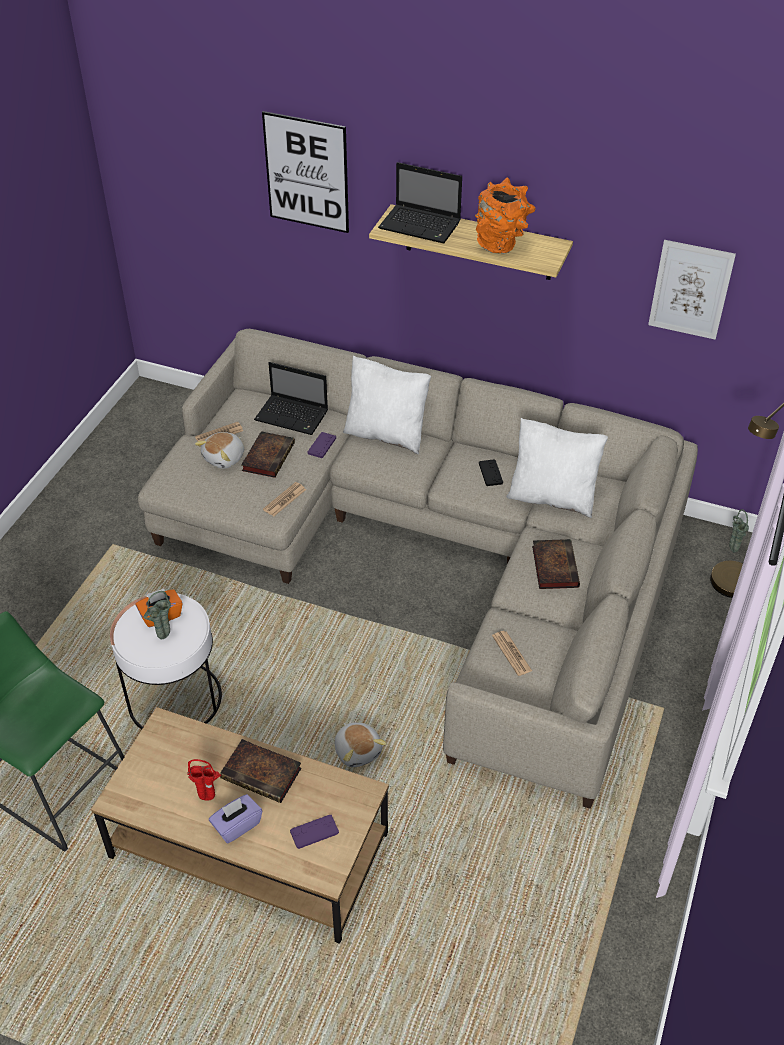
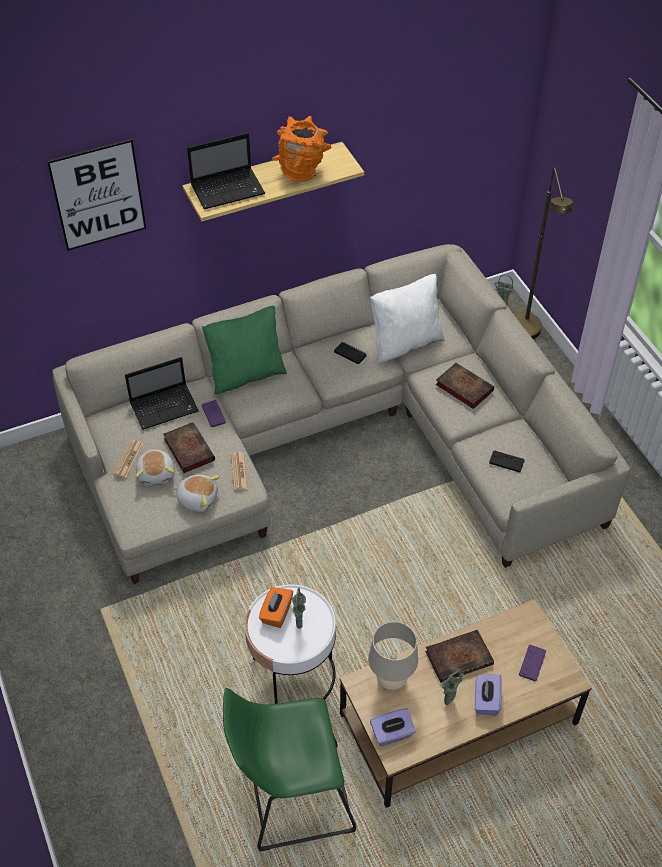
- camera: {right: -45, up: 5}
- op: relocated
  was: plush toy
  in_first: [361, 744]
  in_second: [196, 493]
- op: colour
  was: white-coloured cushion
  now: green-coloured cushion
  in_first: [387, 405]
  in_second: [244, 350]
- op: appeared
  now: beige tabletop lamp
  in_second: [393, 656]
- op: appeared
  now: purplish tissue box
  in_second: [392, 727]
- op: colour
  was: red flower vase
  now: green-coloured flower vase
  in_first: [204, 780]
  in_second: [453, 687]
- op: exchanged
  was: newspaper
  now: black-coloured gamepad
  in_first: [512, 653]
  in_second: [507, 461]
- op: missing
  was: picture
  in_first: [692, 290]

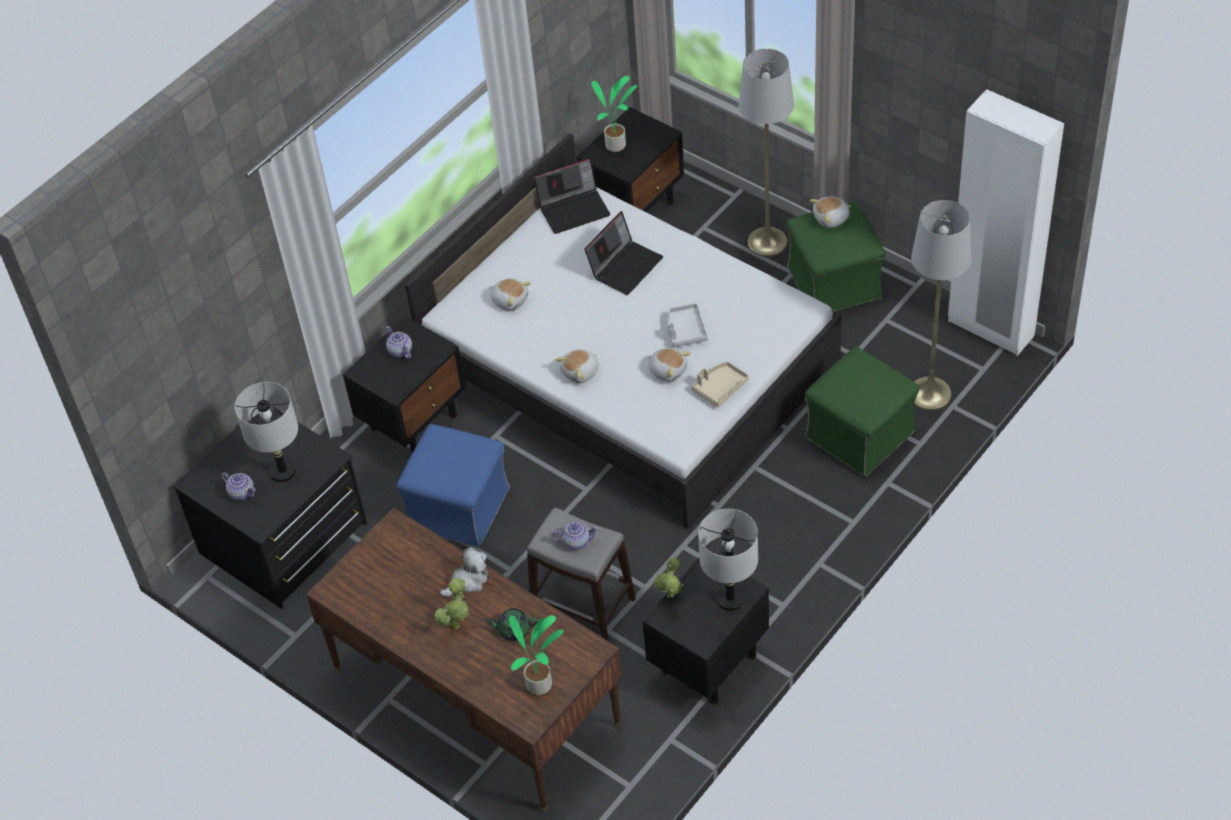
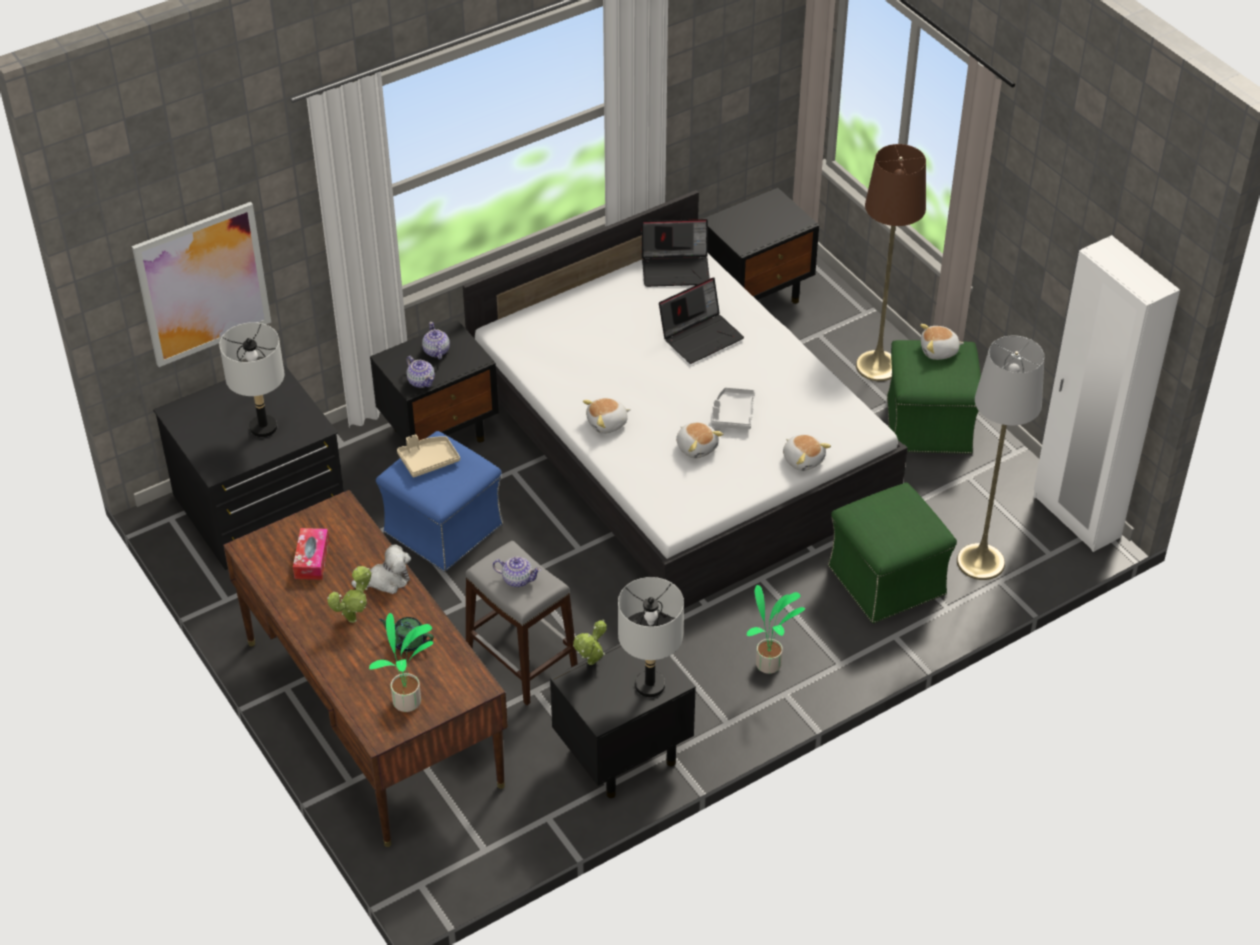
- camera: {right: 15, up: -5}
- op: appeared
  now: picture
  in_second: [201, 284]
- op: appeared
  now: tissue box
  in_second: [311, 554]
- op: relocated
  was: beige tray
  in_first: [720, 384]
  in_second: [428, 455]
- op: relocated
  was: teapot
  in_first: [238, 487]
  in_second: [421, 372]
- op: relocated
  was: potted plant
  in_first: [614, 114]
  in_second: [776, 629]
- op: relocated
  was: plush toy
  in_first: [511, 294]
  in_second: [807, 452]
- op: colour
  was: grey floor lamp
  now: brown-coloured floor lamp
  in_first: [766, 153]
  in_second: [891, 262]

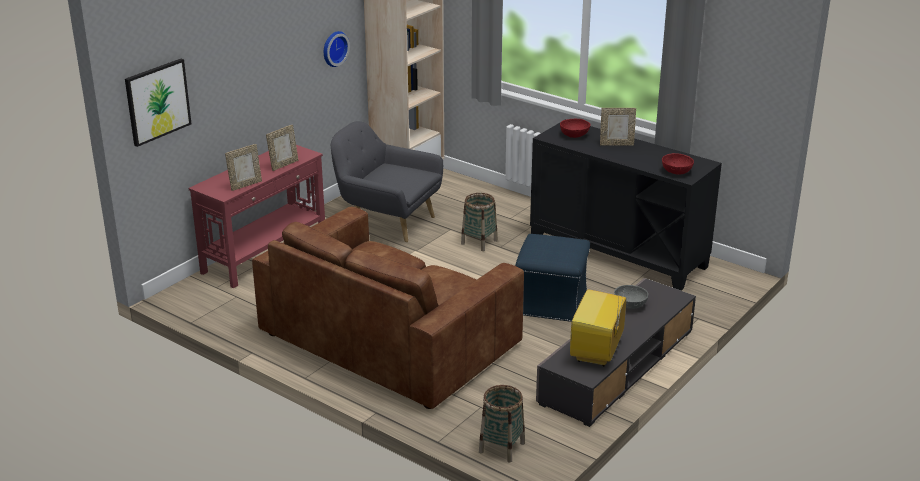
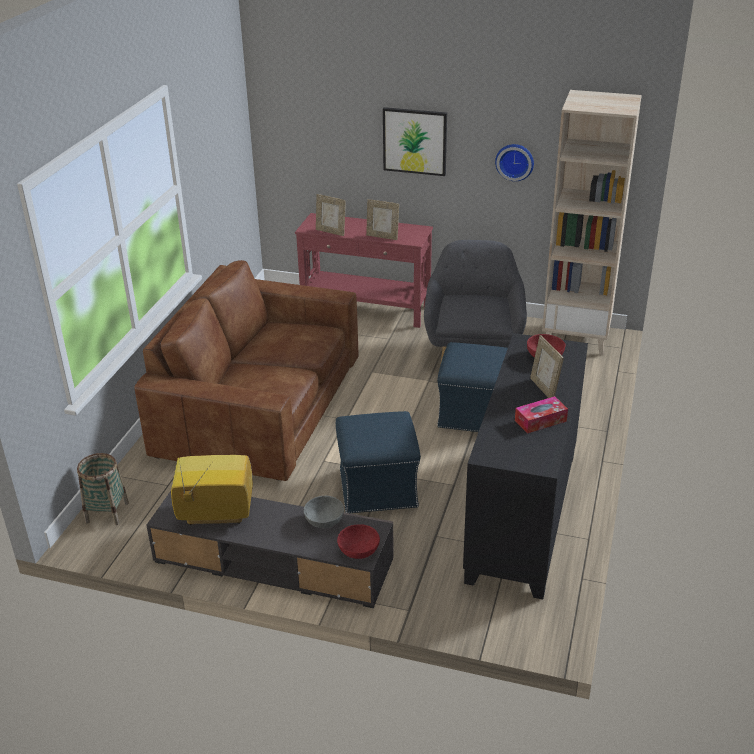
- camera: {right: 70, up: 5}
- op: relocated
  was: red serving bowl
  in_first: [678, 164]
  in_second: [358, 541]
- op: relocated
  was: picture
  in_first: [158, 103]
  in_second: [415, 141]
- op: exchanged
  was: basket
  now: blue-coloured pouffe
  in_first: [479, 222]
  in_second: [472, 387]
- op: appeared
  now: tissue box
  in_second: [541, 415]

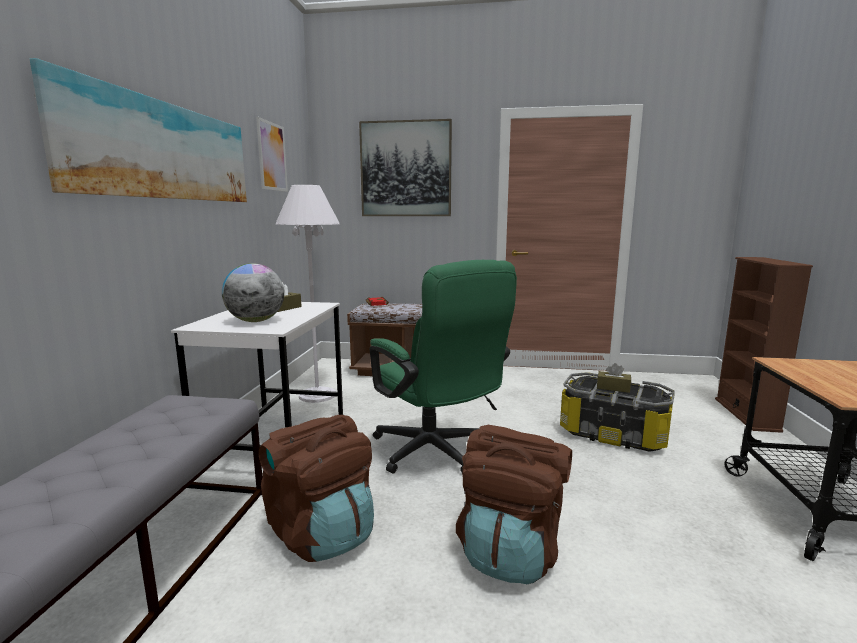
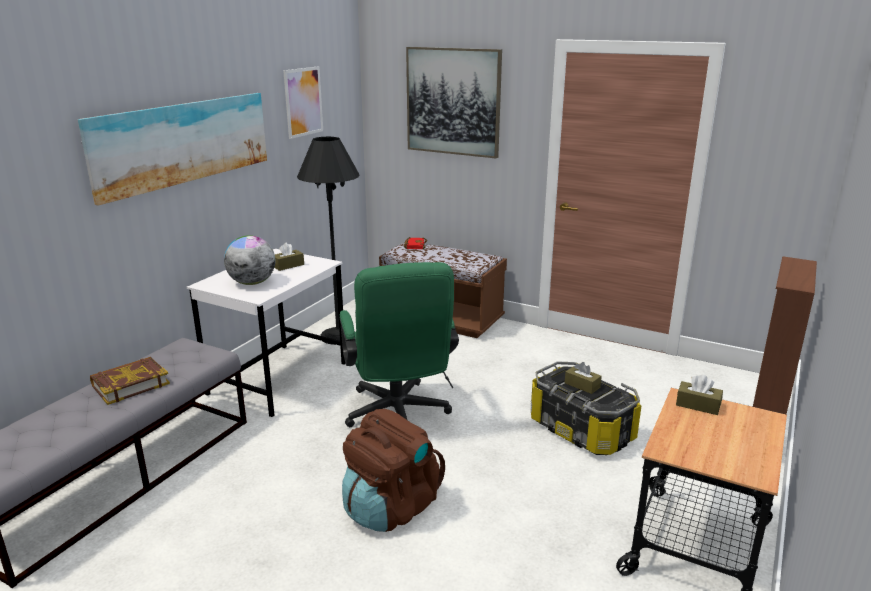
- camera: {right: 20, up: 10}
- op: appeared
  now: volume
  in_second: [130, 381]
- op: colour
  was: white-coloured floor lamp
  now: black-coloured floor lamp
  in_first: [307, 294]
  in_second: [328, 241]
- op: appeared
  now: brown-coloured tissue box
  in_second: [699, 395]
- op: missing
  was: brown-coloured rucksack
  in_first: [316, 488]

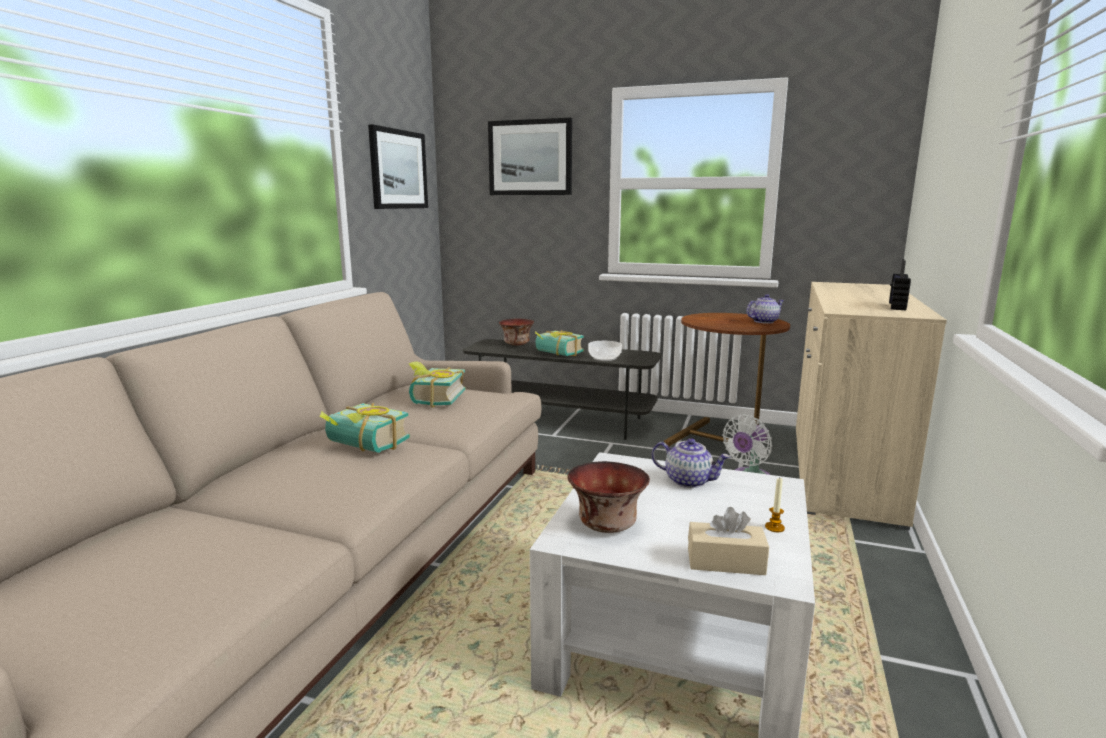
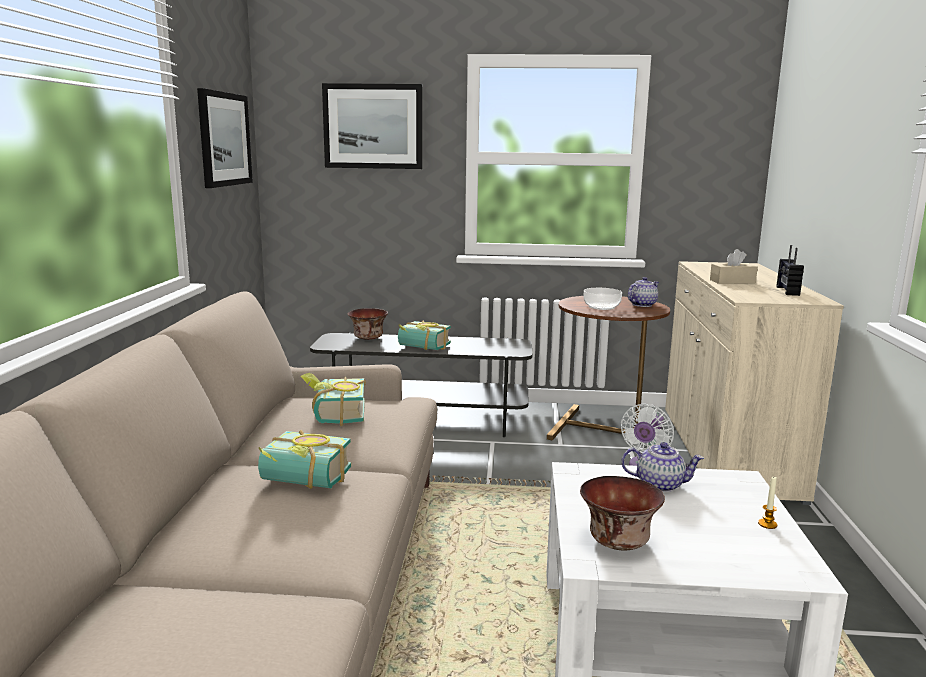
- camera: {right: -15, up: 0}
- op: relocated
  was: serving bowl
  in_first: [605, 351]
  in_second: [603, 299]
- op: relocated
  was: beige tissue box
  in_first: [728, 541]
  in_second: [734, 266]

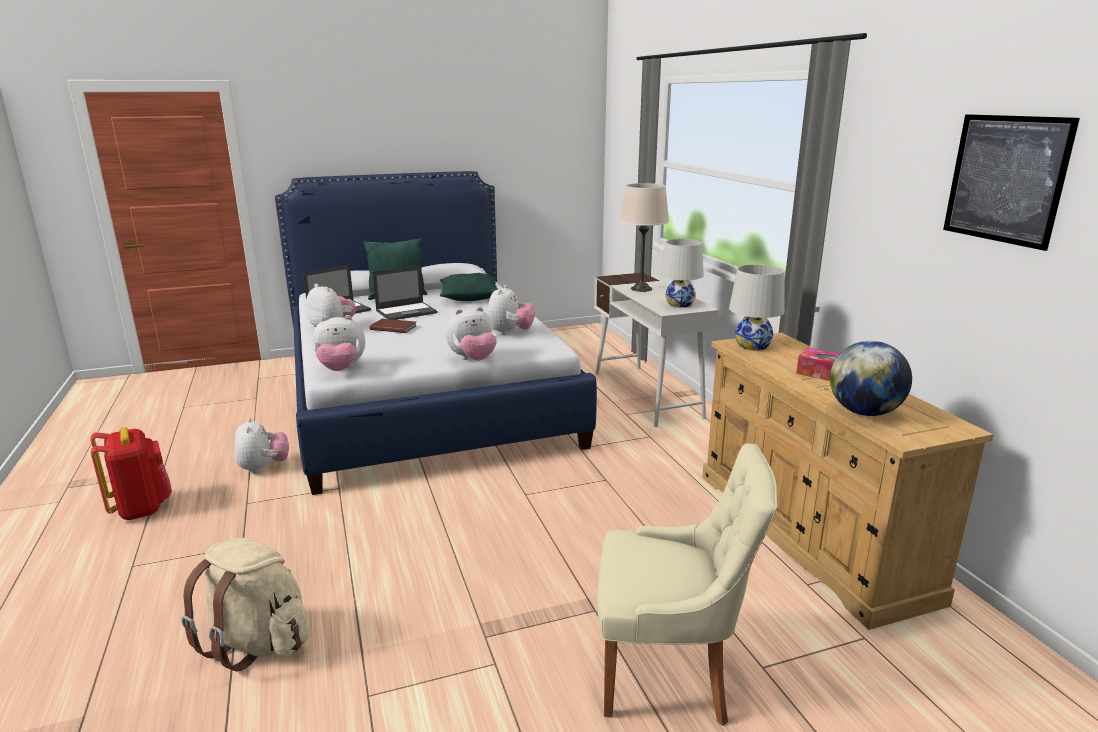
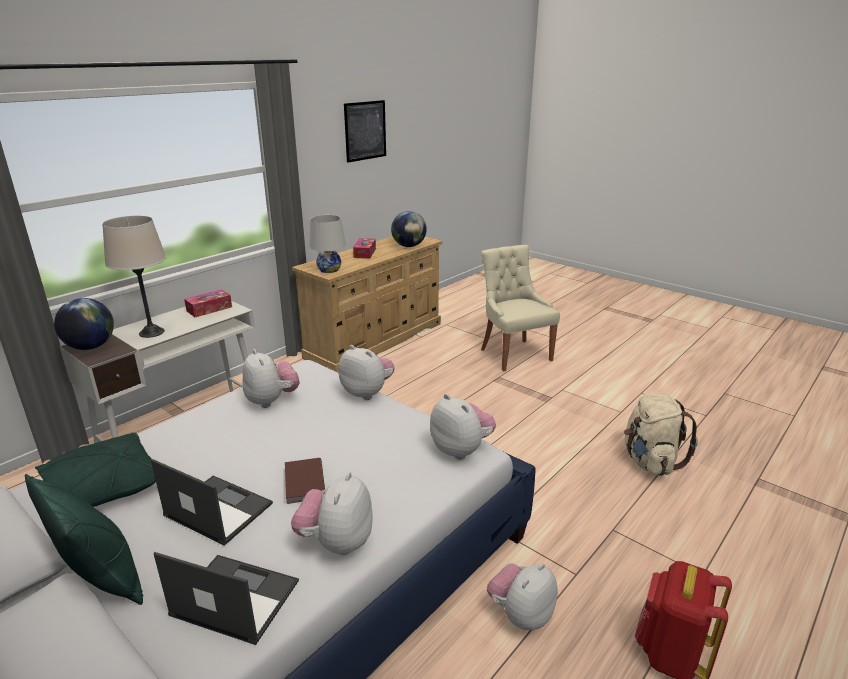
- camera: {right: -120, up: 5}
- op: appeared
  now: desk globe
  in_second: [84, 324]
- op: exchanged
  was: white-coloured tabletop lamp
  now: tissue box
  in_first: [682, 273]
  in_second: [208, 303]
- op: spun
  was: plush toy
  in_first: [511, 310]
  in_second: [271, 378]
  clockwise: 75

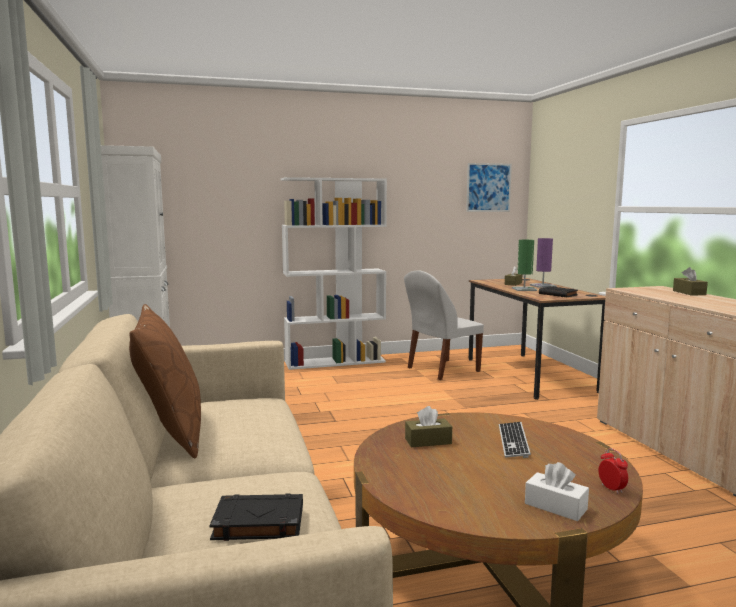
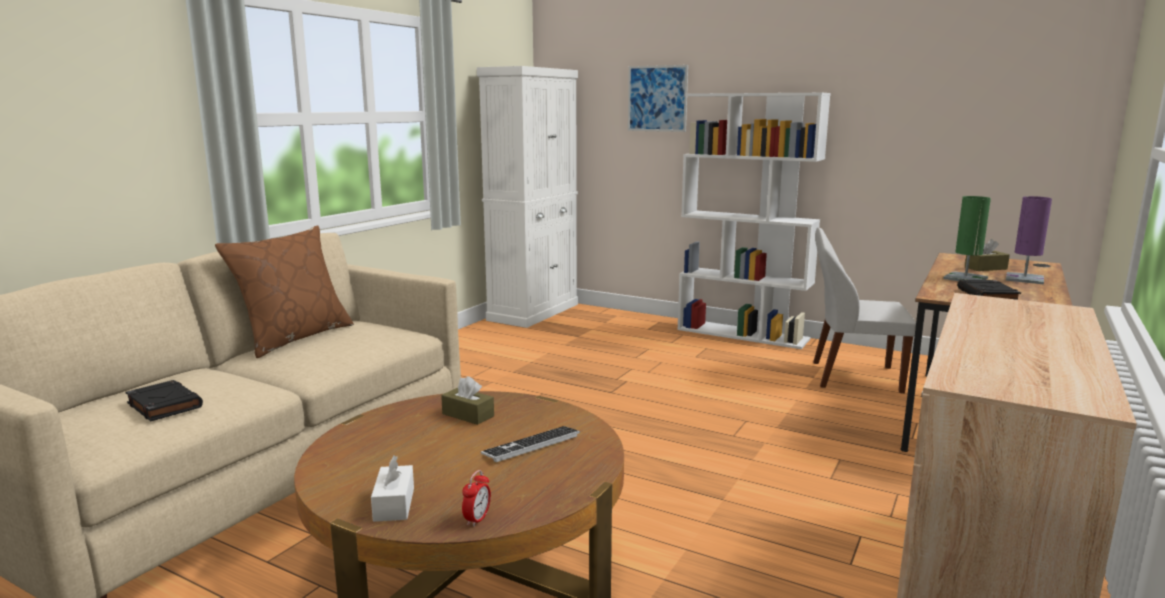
- camera: {right: 45, up: 5}
- op: relocated
  was: picture
  in_first: [489, 187]
  in_second: [658, 98]
- op: missing
  was: brown-coloured tissue box
  in_first: [690, 281]

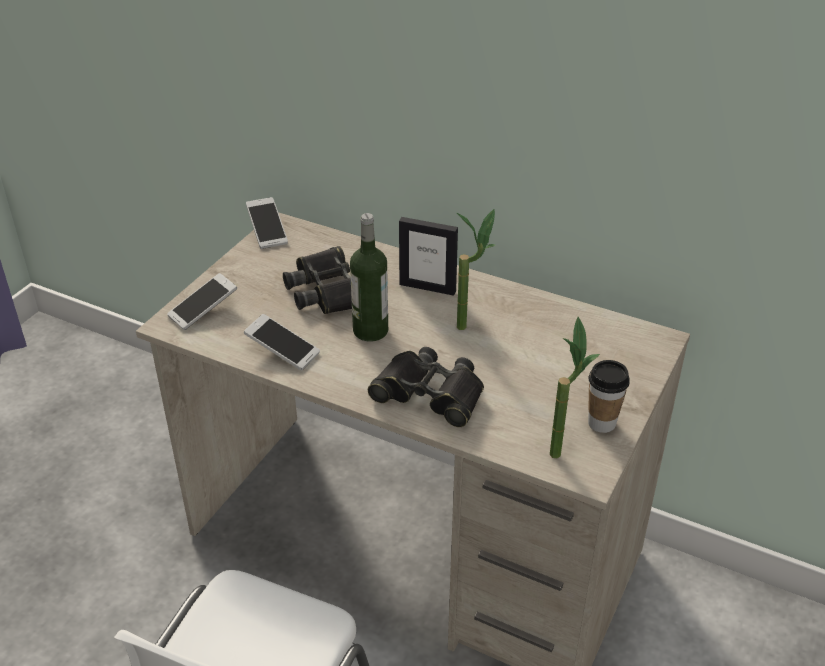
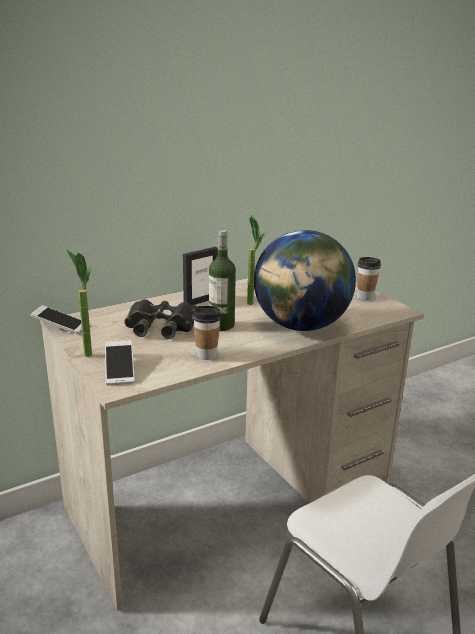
- camera: {right: -60, up: -15}
- op: relocated
  was: potted plant
  in_first: [575, 387]
  in_second: [79, 303]
- op: exchanged
  was: telephone
  now: cup
  in_first: [282, 342]
  in_second: [206, 333]
- op: exchanged
  was: black-coloured pair of binoculars
  now: desk globe
  in_first: [426, 387]
  in_second: [305, 280]

